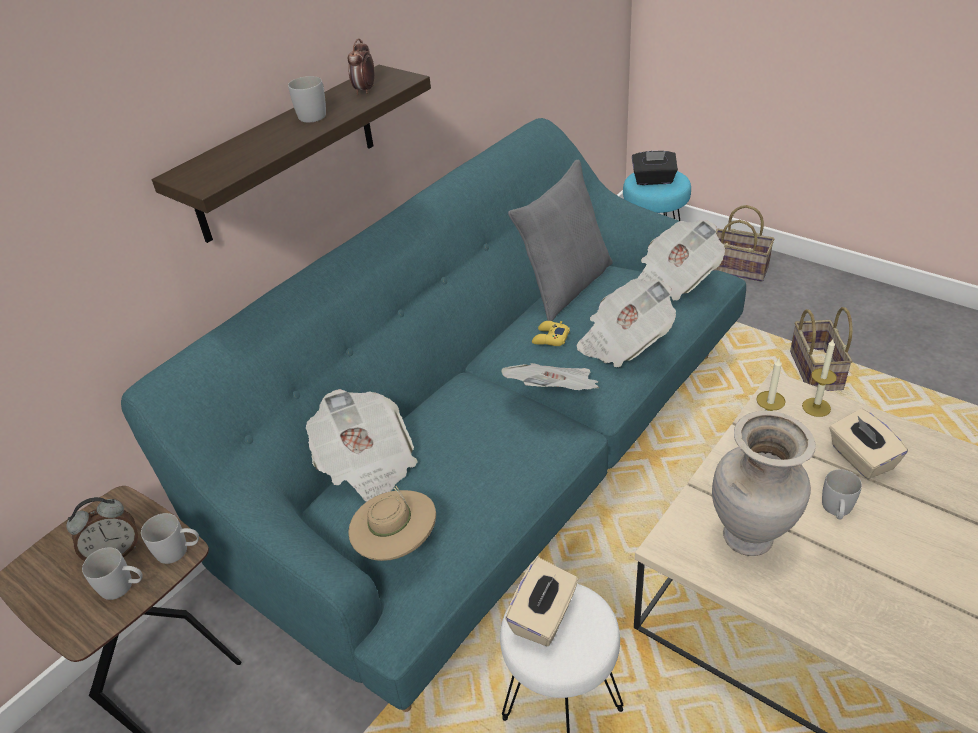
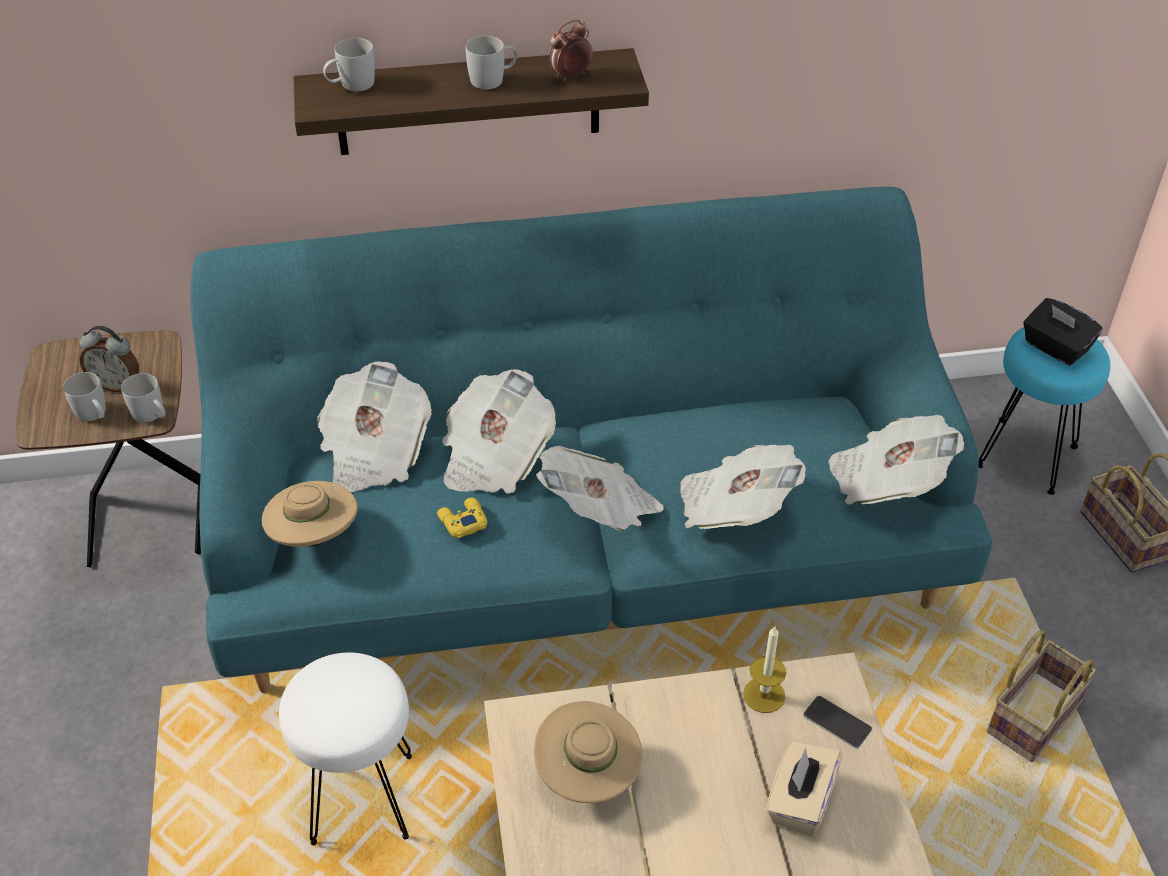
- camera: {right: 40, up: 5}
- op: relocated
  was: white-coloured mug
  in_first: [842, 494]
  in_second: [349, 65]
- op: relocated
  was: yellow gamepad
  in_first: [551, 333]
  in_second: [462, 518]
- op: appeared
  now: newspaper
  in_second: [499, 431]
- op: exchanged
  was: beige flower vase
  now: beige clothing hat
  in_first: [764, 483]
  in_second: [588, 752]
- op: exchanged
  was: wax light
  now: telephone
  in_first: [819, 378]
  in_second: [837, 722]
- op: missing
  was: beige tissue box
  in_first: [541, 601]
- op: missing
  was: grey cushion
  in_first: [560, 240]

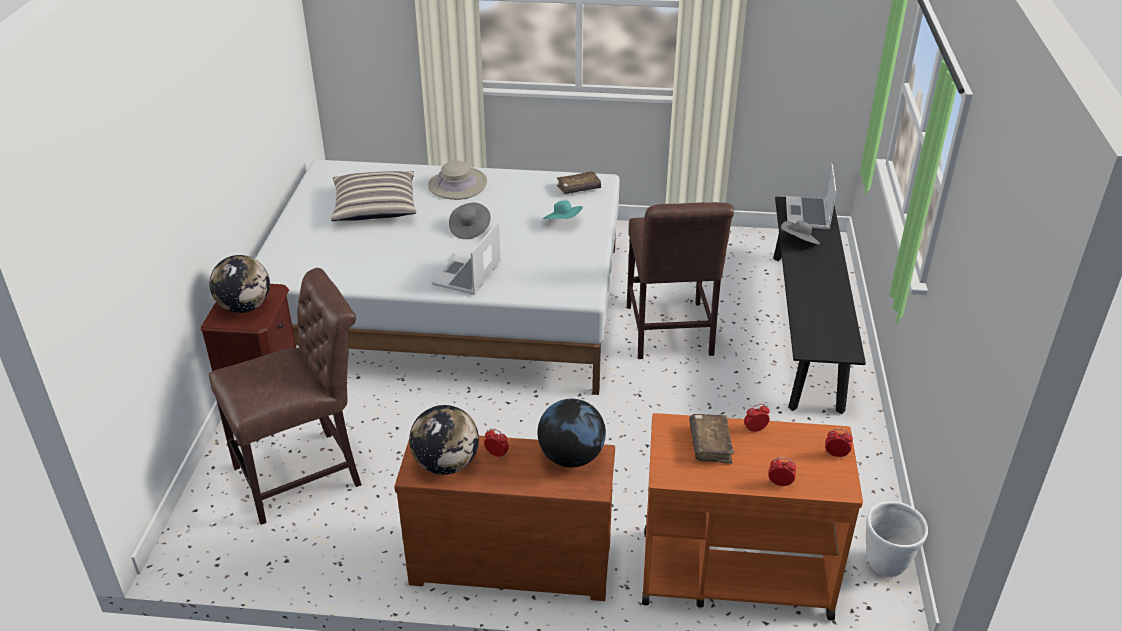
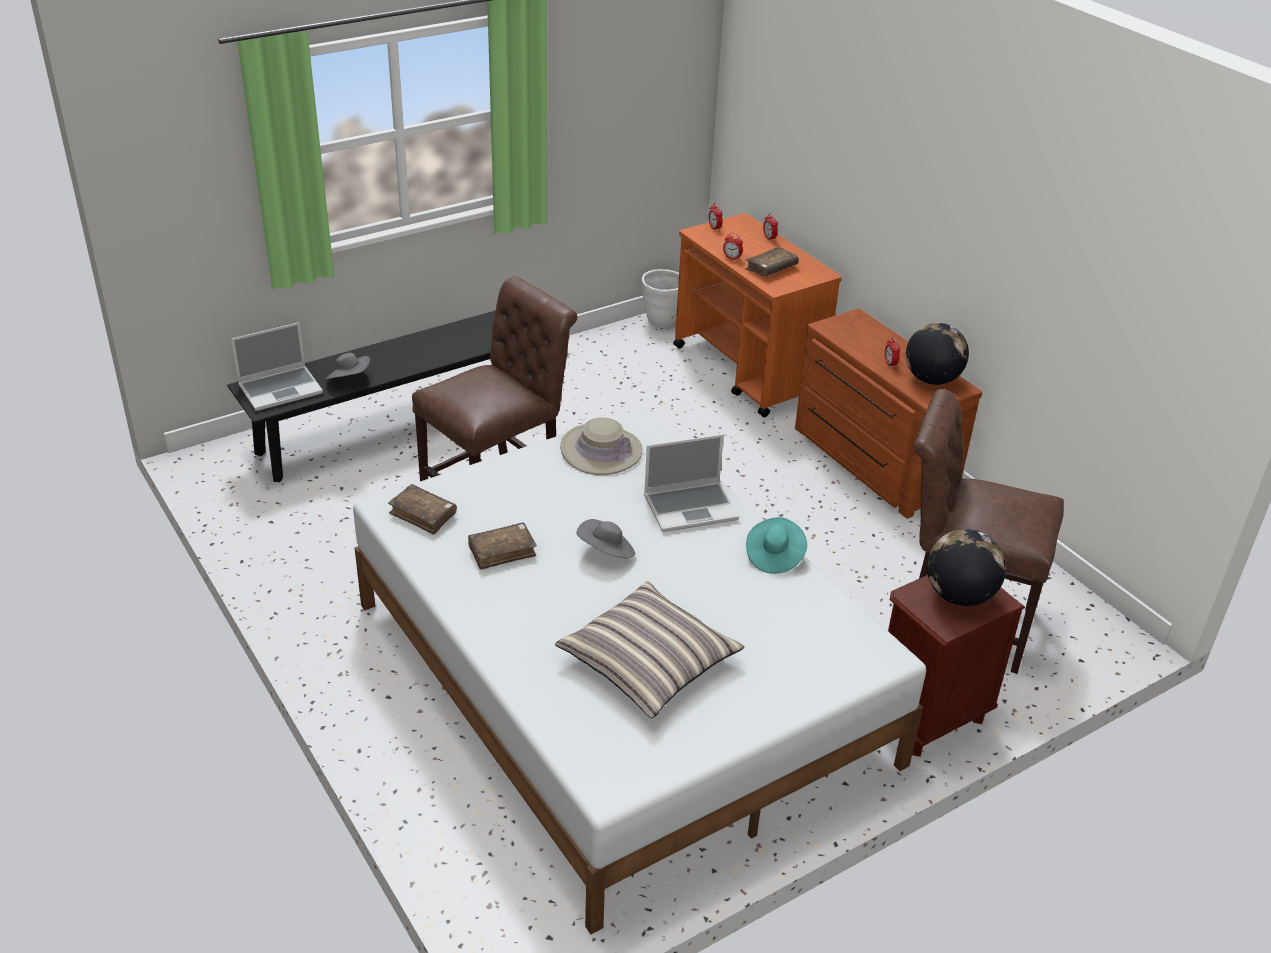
- camera: {right: -130, up: 0}
- op: appeared
  now: brown-coloured volume
  in_second: [502, 546]
- op: relocated
  was: beige clothing hat
  in_first: [457, 180]
  in_second: [601, 446]
- op: relocated
  was: turquoise clothing hat
  in_first: [563, 210]
  in_second: [776, 545]
- op: missing
  was: desk globe
  in_first: [571, 433]

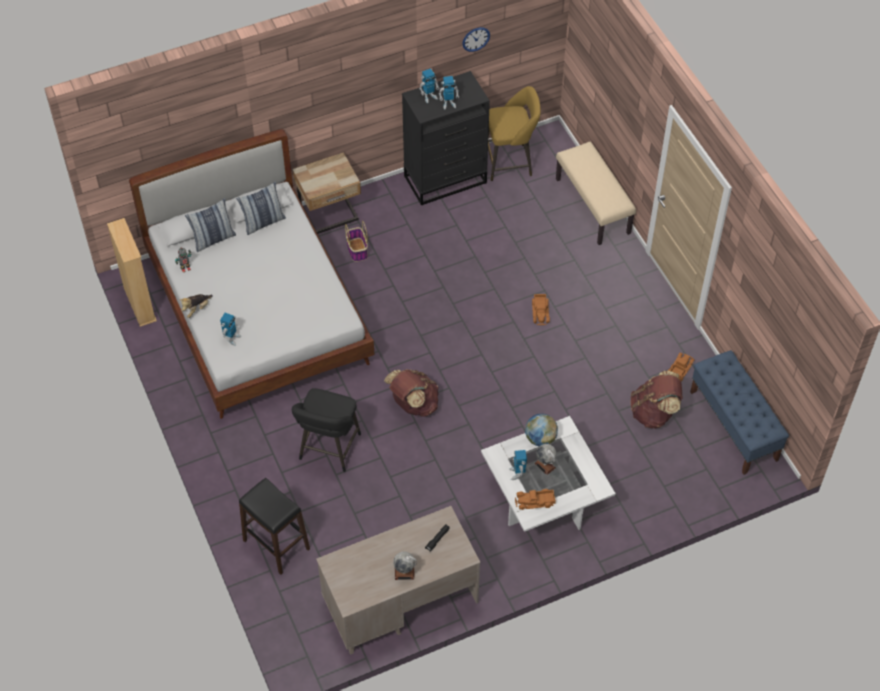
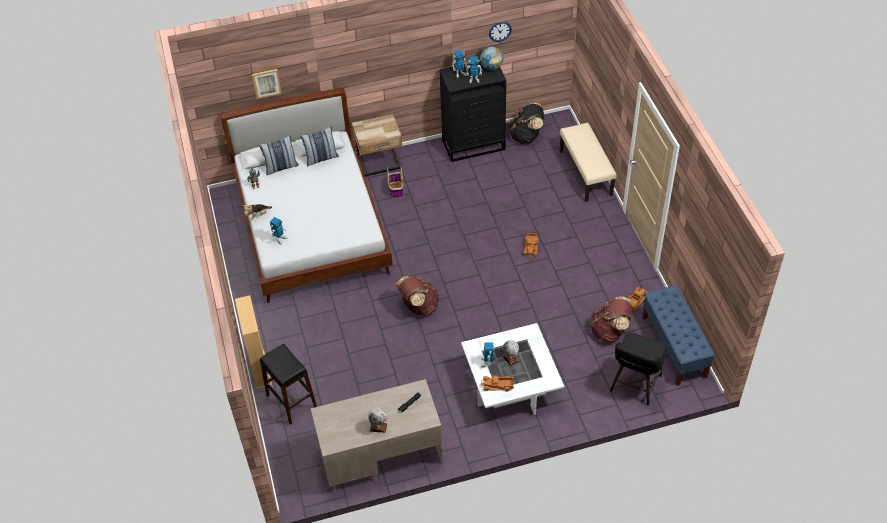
- camera: {right: 10, up: -5}
- op: relocated
  was: beige shelving unit
  in_first: [132, 272]
  in_second: [253, 342]
- op: appeared
  now: picture
  in_second: [267, 84]
- op: relocated
  was: desk globe
  in_first: [541, 430]
  in_second: [491, 58]
- op: exchanged
  was: yellow stool seat
  now: black-coloured rucksack
  in_first: [514, 133]
  in_second: [526, 123]
- op: relocated
  was: black-coloured stool seat
  in_first: [326, 430]
  in_second: [638, 369]

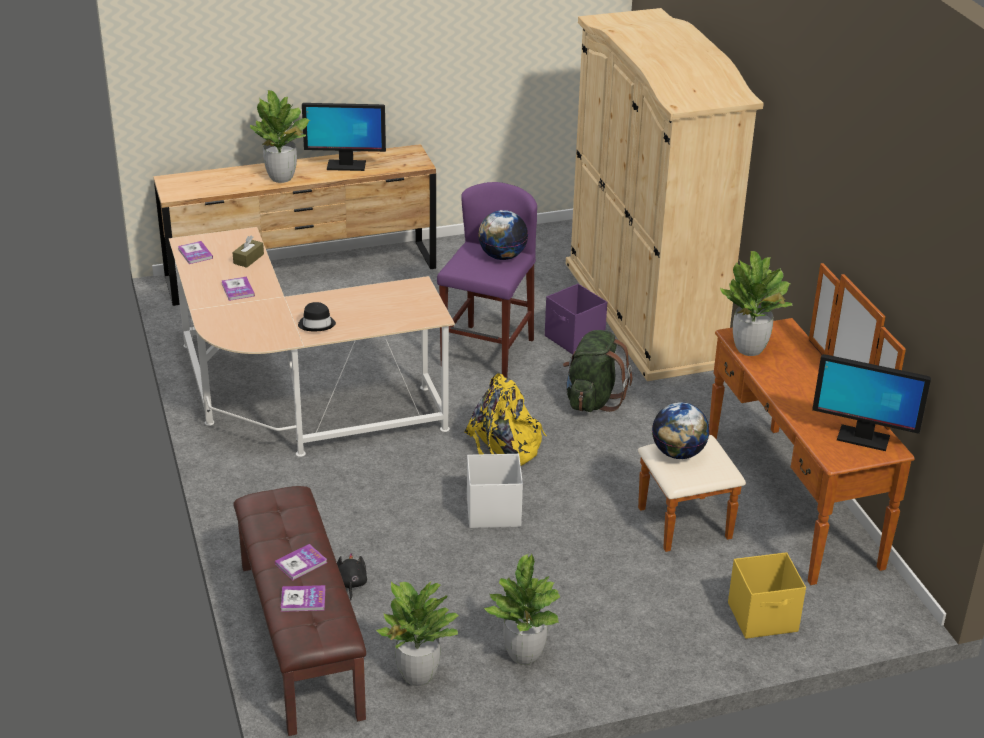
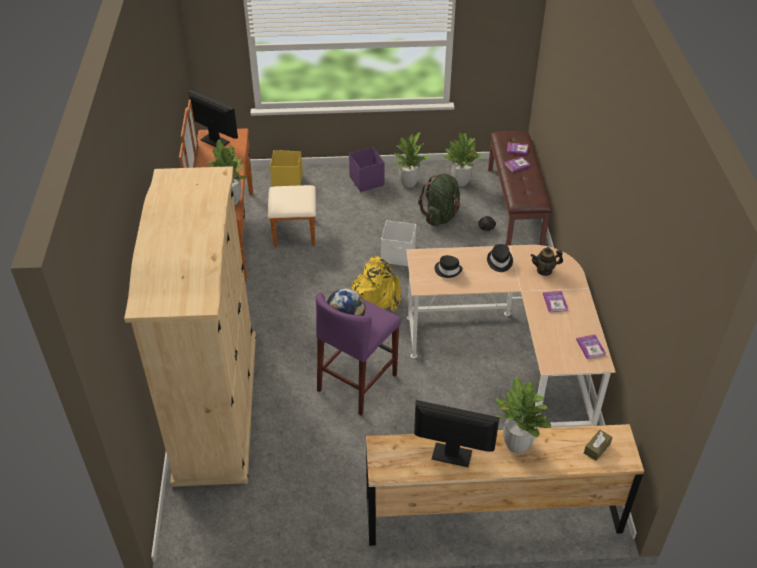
- camera: {right: -165, up: 10}
- op: relocated
  was: purplish storage box
  in_first: [576, 319]
  in_second: [366, 169]
- op: relocated
  was: green-coloured rucksack
  in_first: [597, 371]
  in_second: [439, 200]
- op: appeared
  now: black-coloured clothing hat
  in_second: [449, 266]
- op: appeared
  now: teapot
  in_second: [547, 261]
- op: relocated
  was: brown-coloured tissue box
  in_first: [248, 252]
  in_second: [598, 445]
- op: missing
  was: desk globe
  in_first: [681, 430]

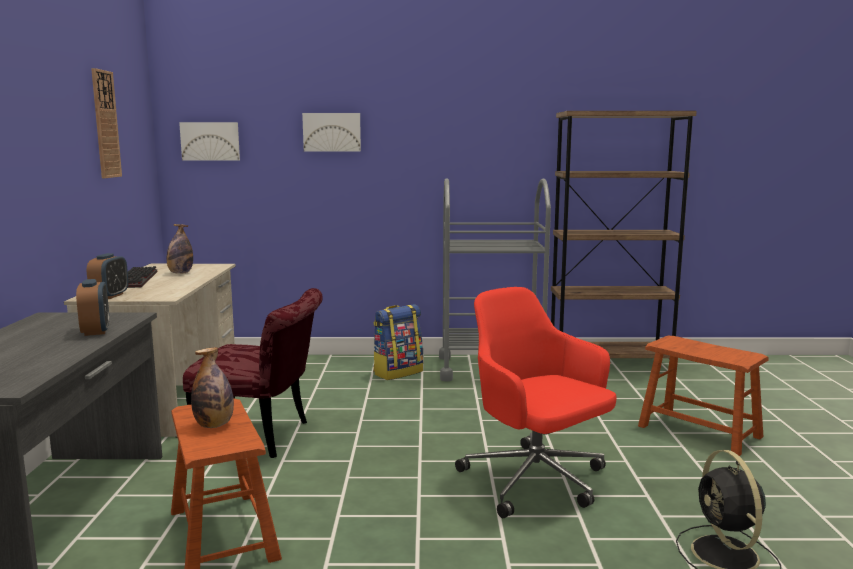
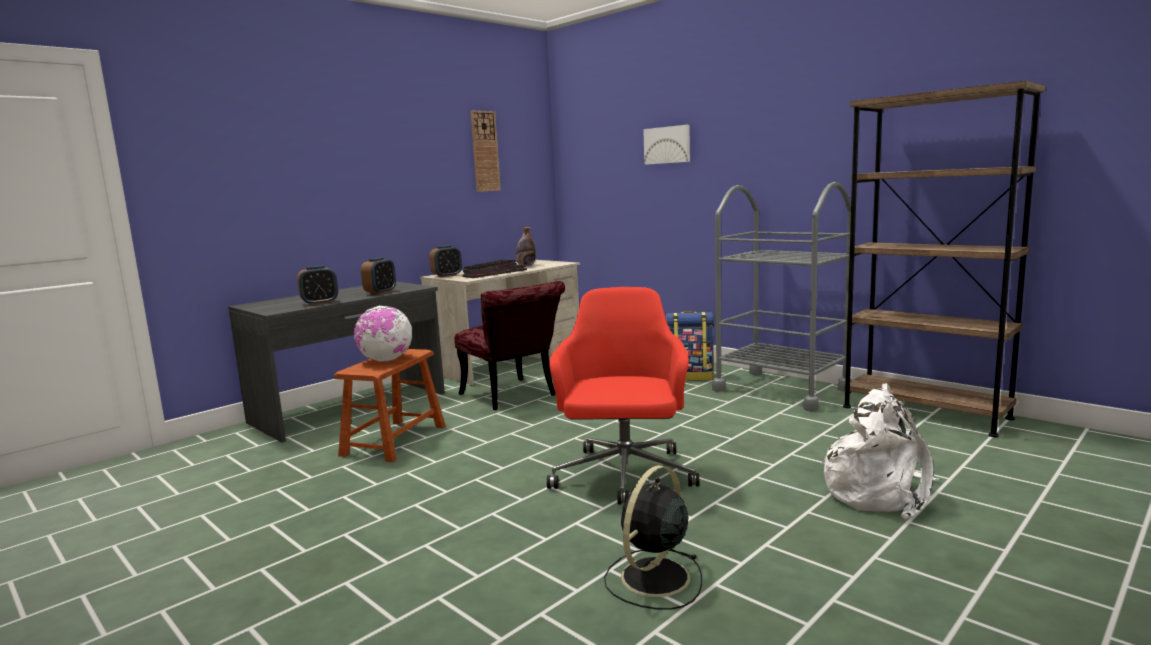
- camera: {right: 45, up: 0}
- op: appeared
  now: alarm clock
  in_second: [317, 285]
- op: exchanged
  was: bottle
  now: desk globe
  in_first: [212, 387]
  in_second: [383, 334]
- op: appeared
  now: keyboard
  in_second: [494, 271]
- op: exchanged
  was: brown-coloured stool seat
  now: white-coloured rucksack
  in_first: [703, 396]
  in_second: [880, 451]
- op: missing
  was: picture
  in_first: [209, 141]

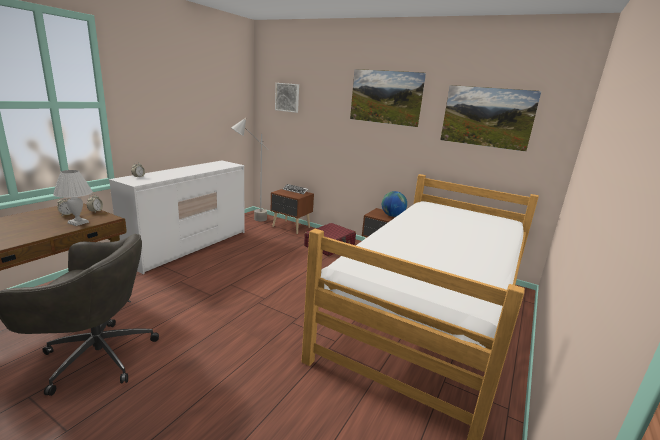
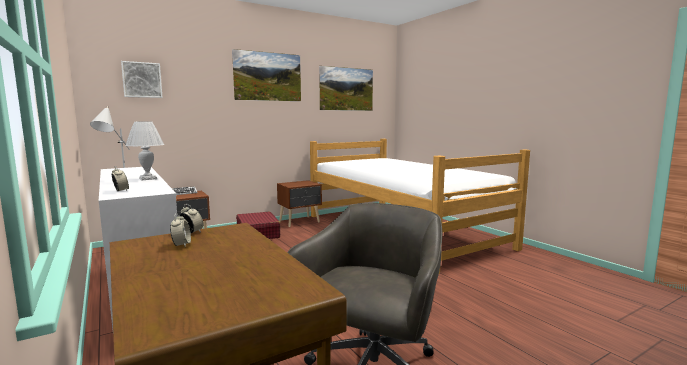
- camera: {right: -60, up: -10}
- op: relocated
  was: white-coloured tabletop lamp
  in_first: [73, 198]
  in_second: [144, 151]
- op: missing
  was: desk globe
  in_first: [394, 204]

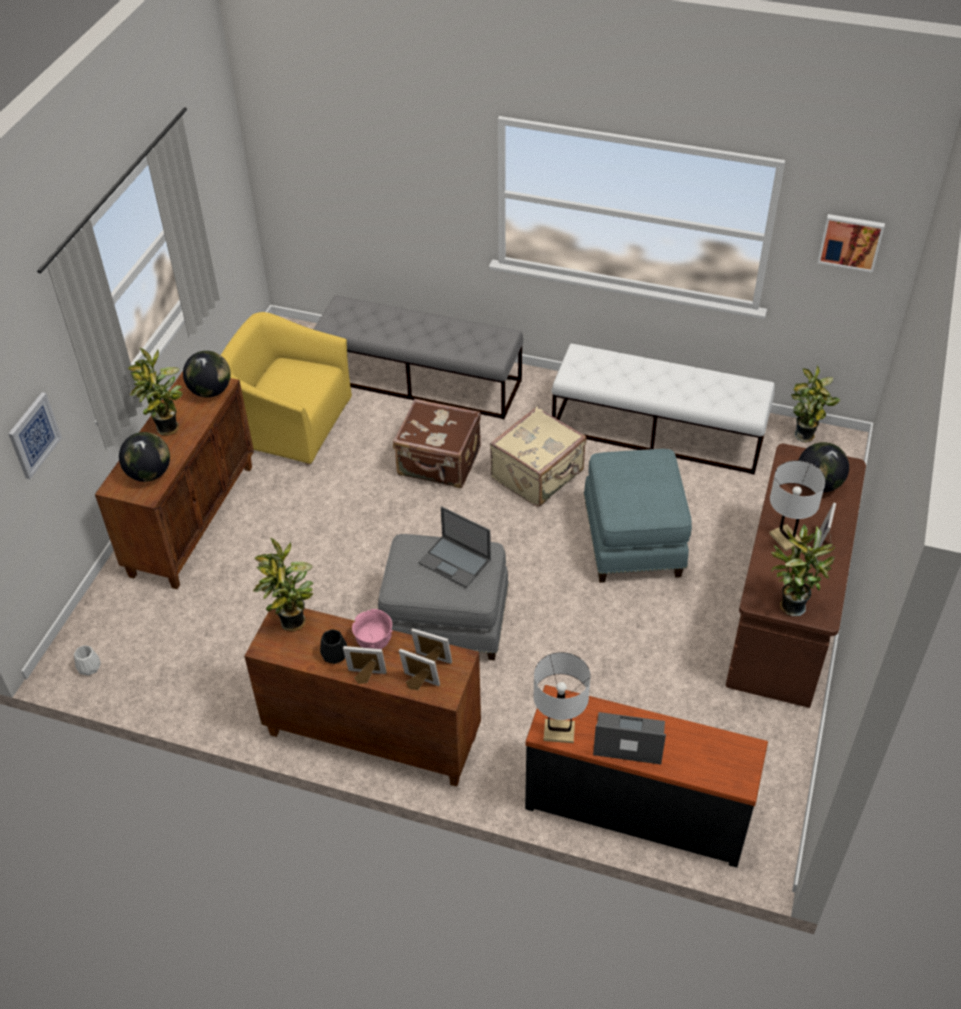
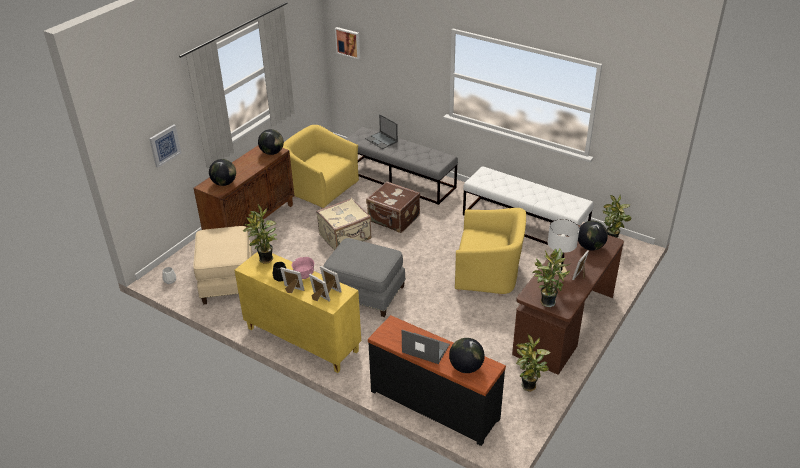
- camera: {right: 15, up: -10}
- op: appeared
  now: beige pouffe
  in_second: [223, 265]
- op: colour
  was: brown-coloured cabinet
  now: yellow cabinet
  in_first: [362, 697]
  in_second: [297, 312]
- op: relocated
  was: beige piece of luggage
  in_first: [538, 457]
  in_second: [343, 224]
- op: relocated
  was: picture
  in_first: [851, 243]
  in_second: [347, 43]
- op: relocated
  was: notebook computer
  in_first: [454, 547]
  in_second: [381, 131]
- op: appeared
  now: desk globe
  in_second: [467, 355]
- op: exchanged
  was: blue-coloured pouffe
  now: yellow easy chair
  in_first: [638, 516]
  in_second: [490, 252]
- op: relocated
  was: potted plant
  in_first: [155, 391]
  in_second: [533, 363]
- op: missing
  was: white-coloured tabletop lamp
  in_first: [562, 697]

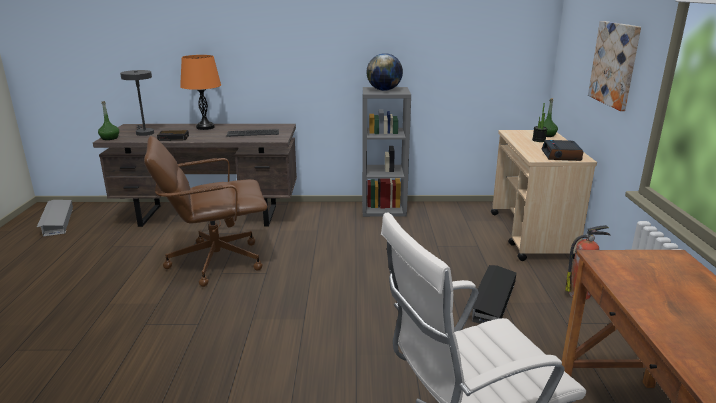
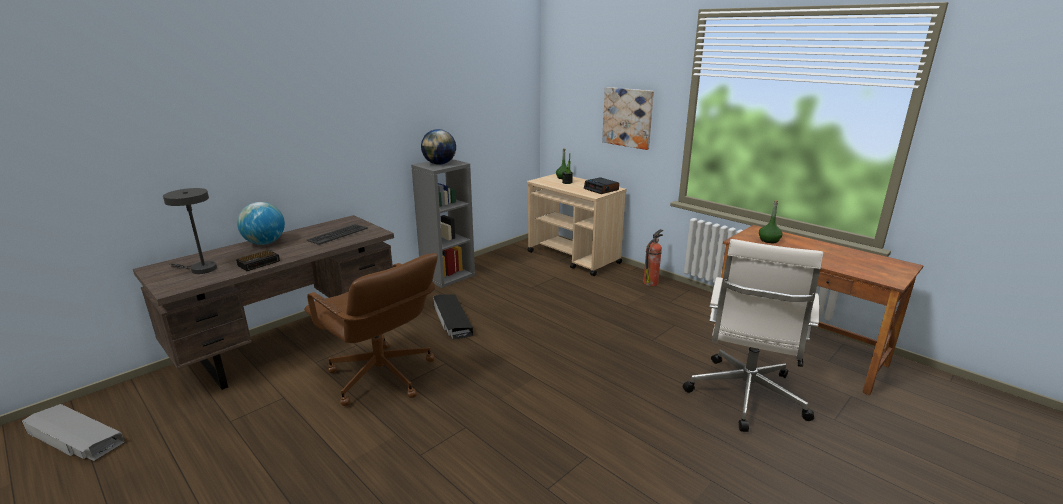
- camera: {right: -45, up: 0}
- op: exchanged
  was: orange tabletop lamp
  now: desk globe
  in_first: [200, 92]
  in_second: [261, 223]
- op: spun
  was: brown-coloured desk chair
  in_first: [205, 211]
  in_second: [371, 329]
  clockwise: -75
- op: relocated
  was: black-coloured storage box
  in_first: [494, 294]
  in_second: [453, 317]
- op: relocated
  was: green-coloured bottle
  in_first: [108, 120]
  in_second: [771, 221]

